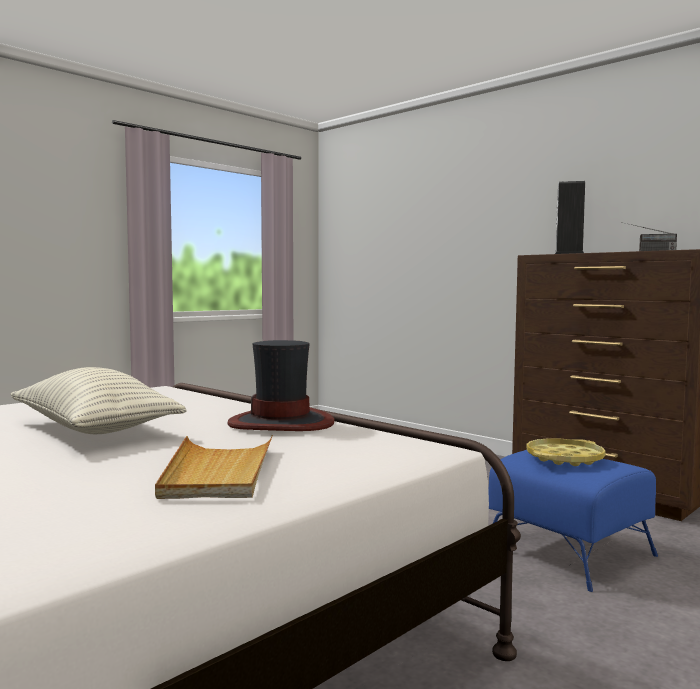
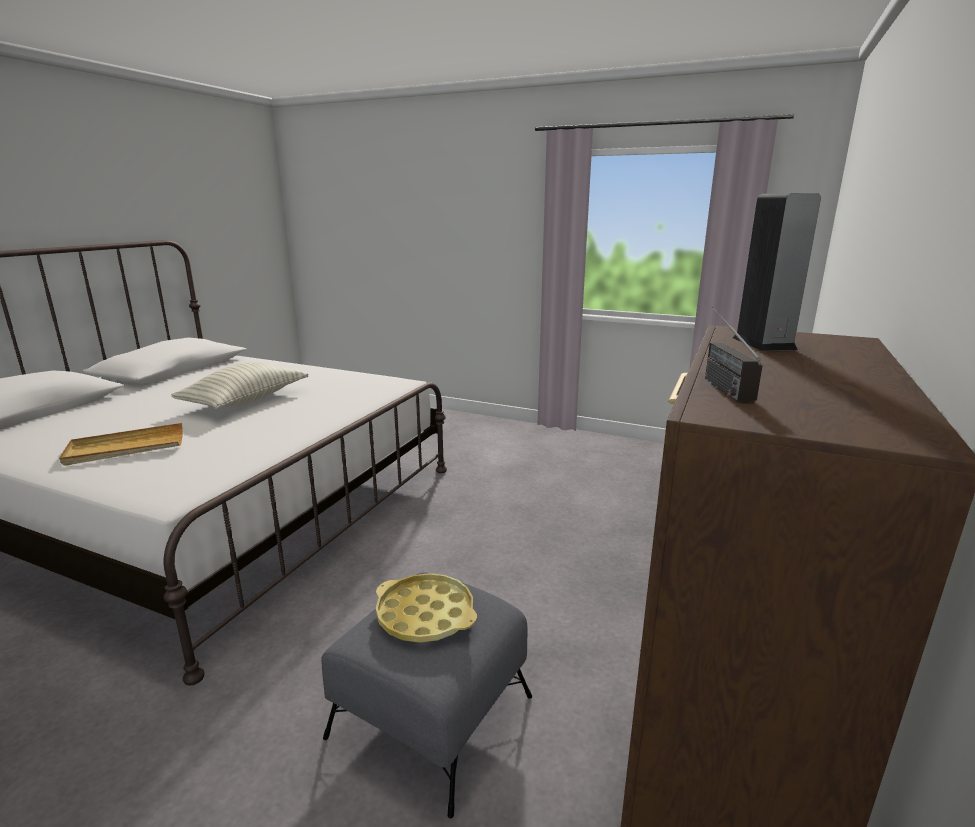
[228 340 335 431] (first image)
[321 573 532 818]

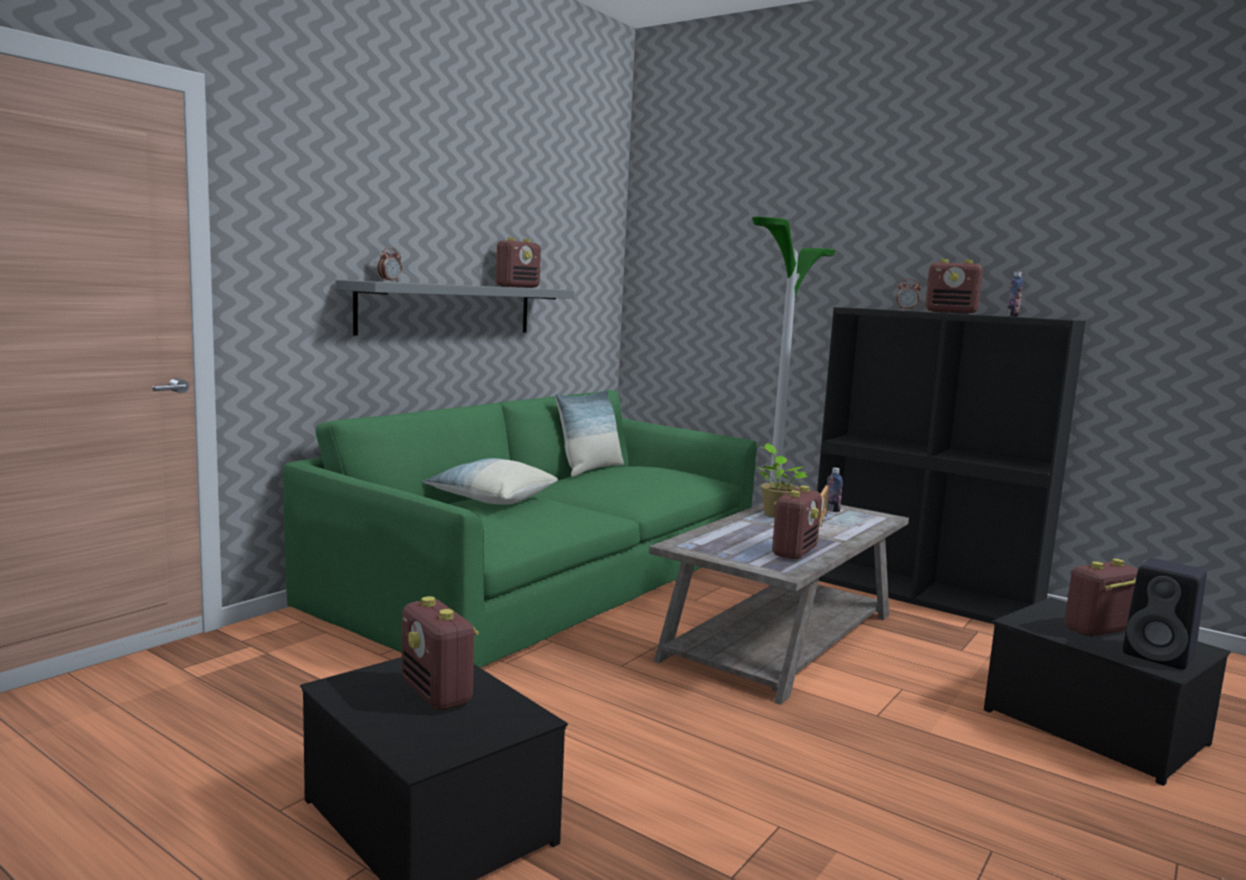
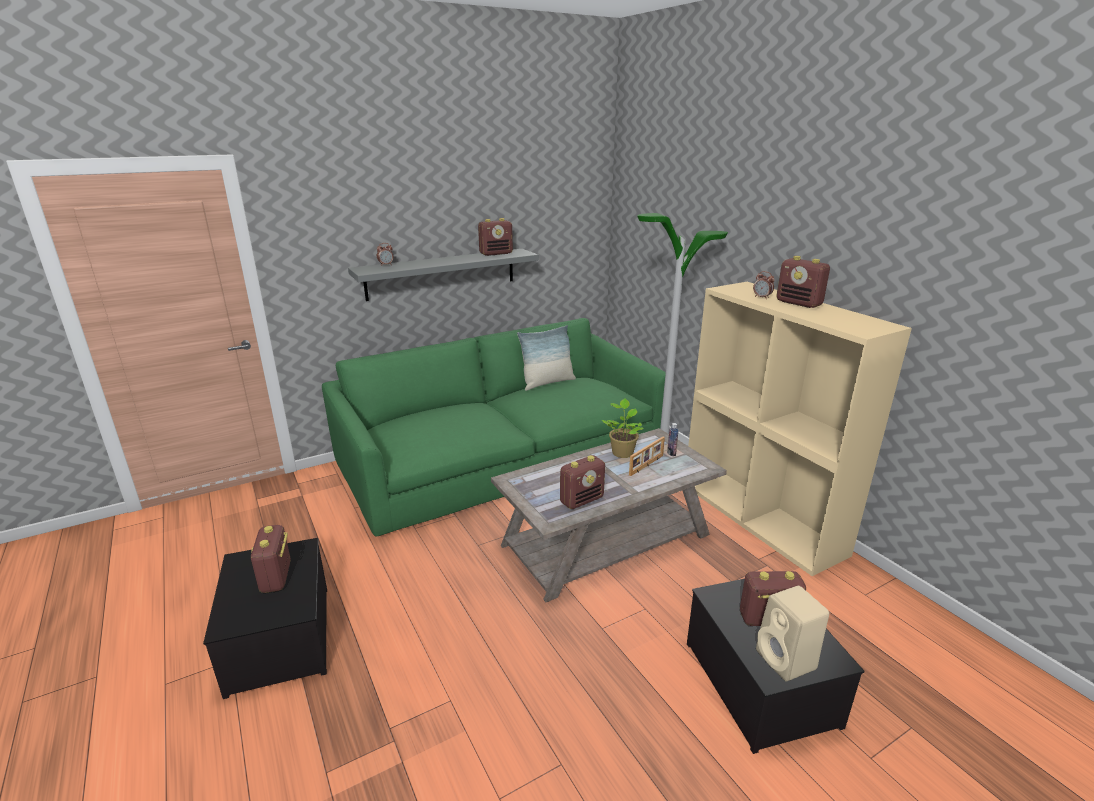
[423 458 558 505] (first image)
[688 282 912 576]
[1006 272 1023 317] (first image)
[756 586 829 681]

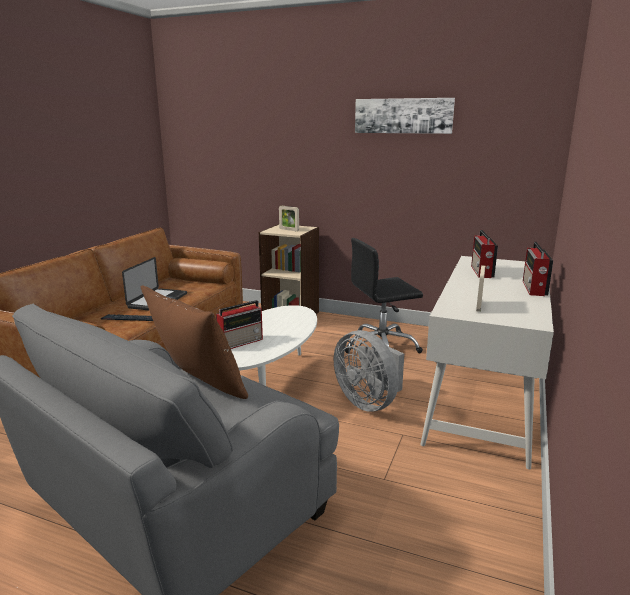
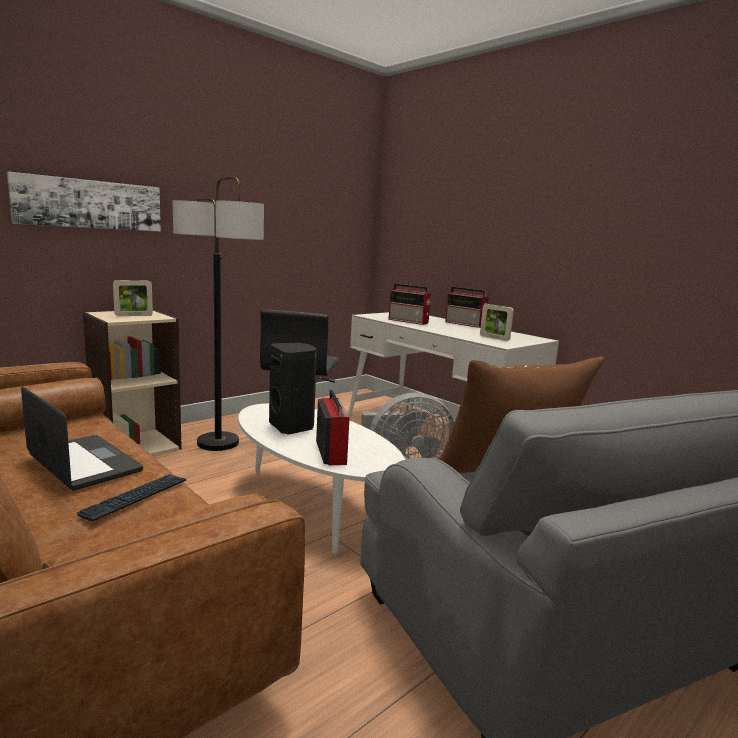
[7 172 161 232]
[172 177 264 451]
[269 343 317 435]

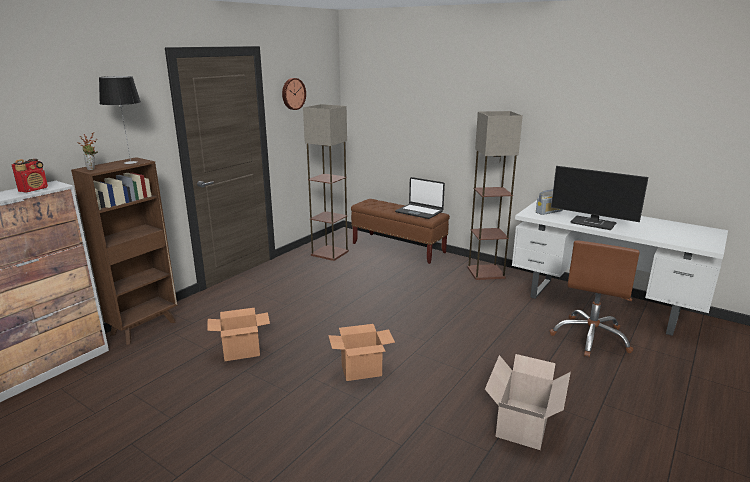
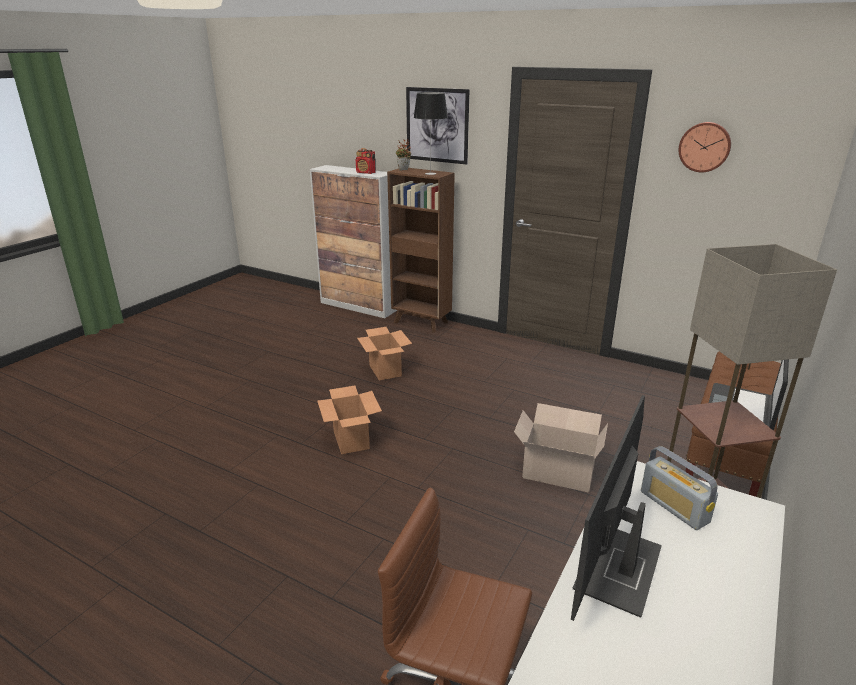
[303 104 349 261] (first image)
[514 403 608 492]
[406 87 469 164]

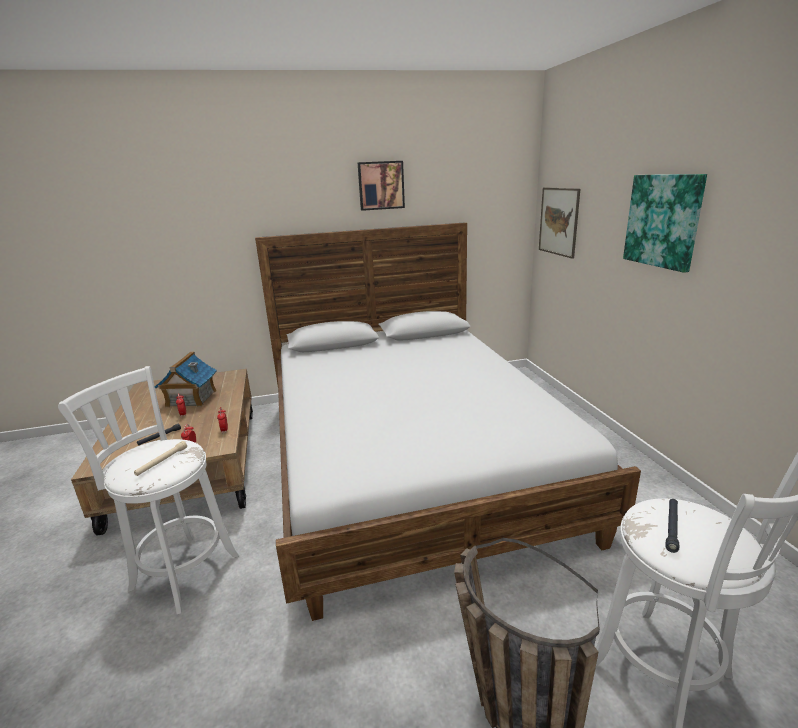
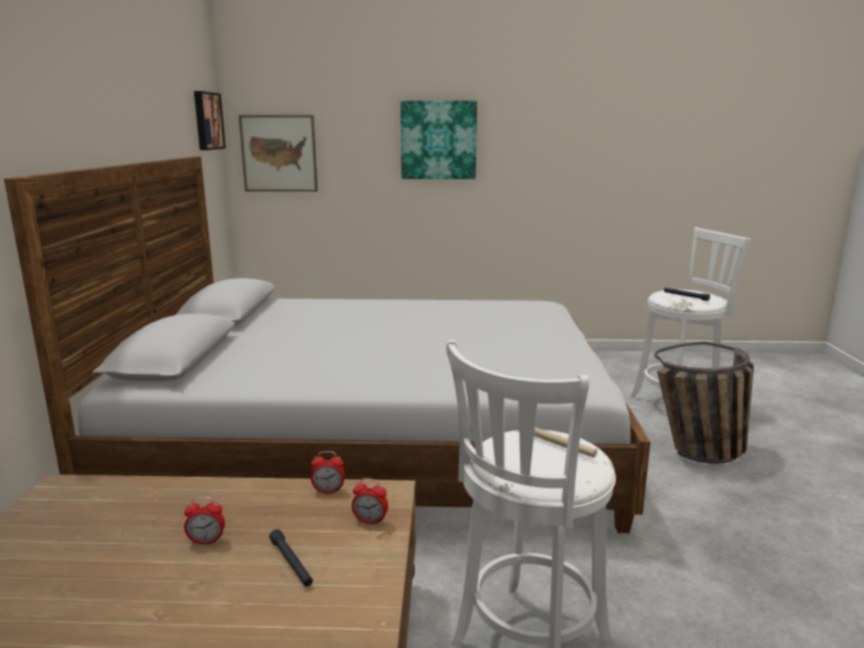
[155 352 217 407] (first image)
[194 91 226 150]

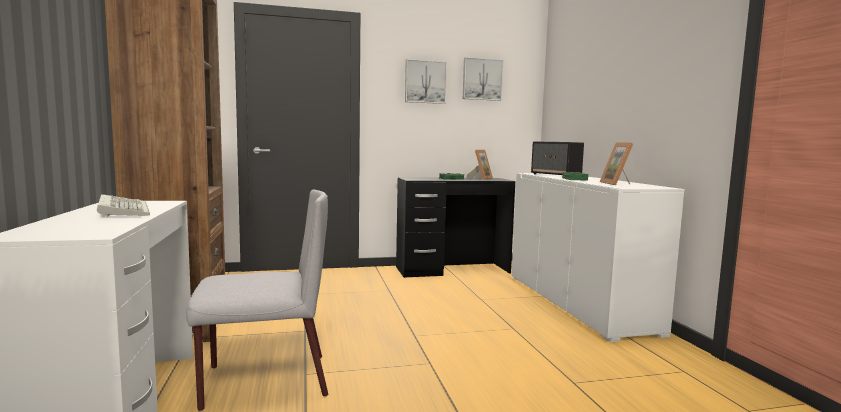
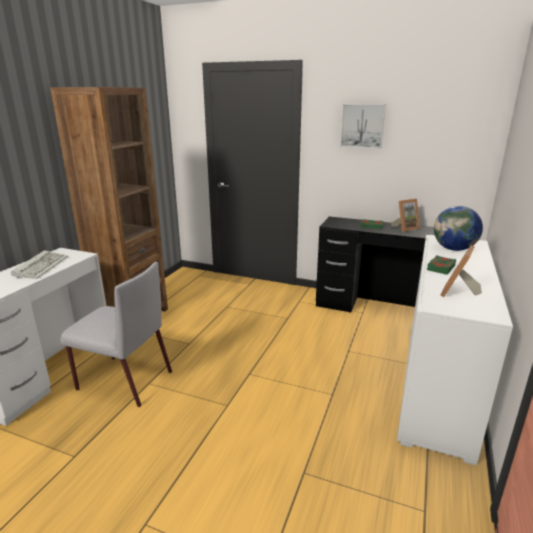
[463 57 504 101] (first image)
[434 206 483 251]

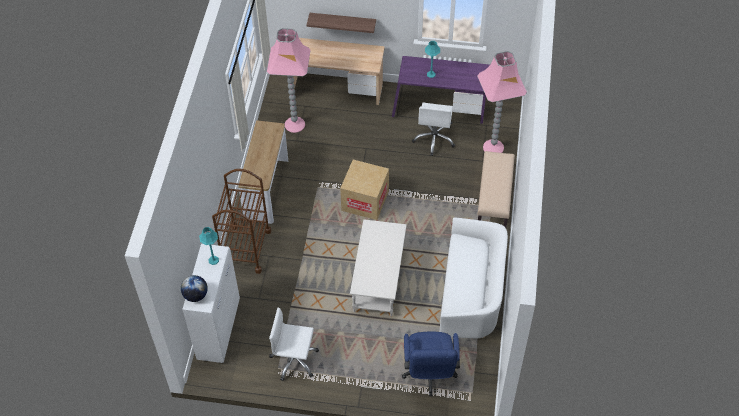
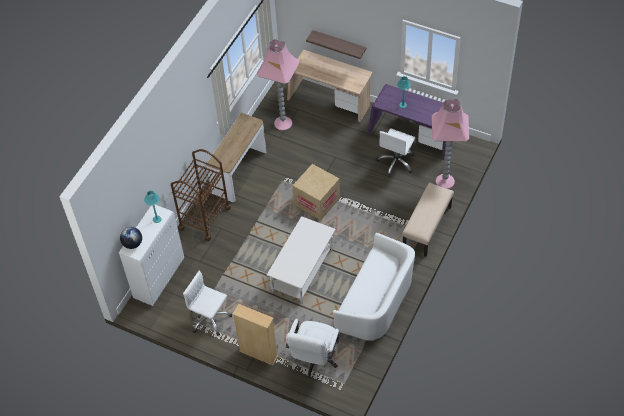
[286 319 339 377]
[233 304 278 366]

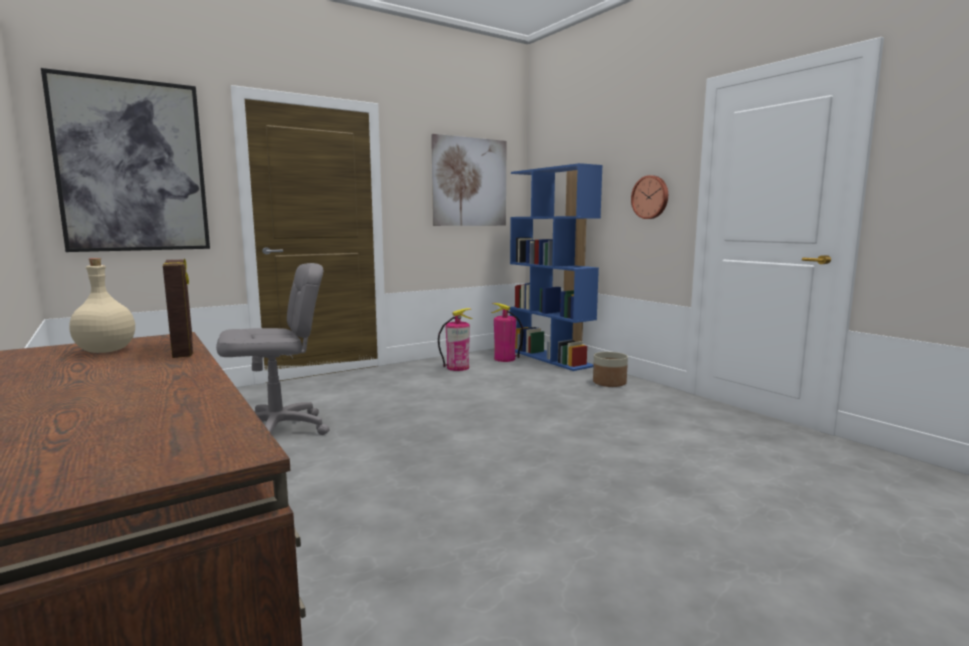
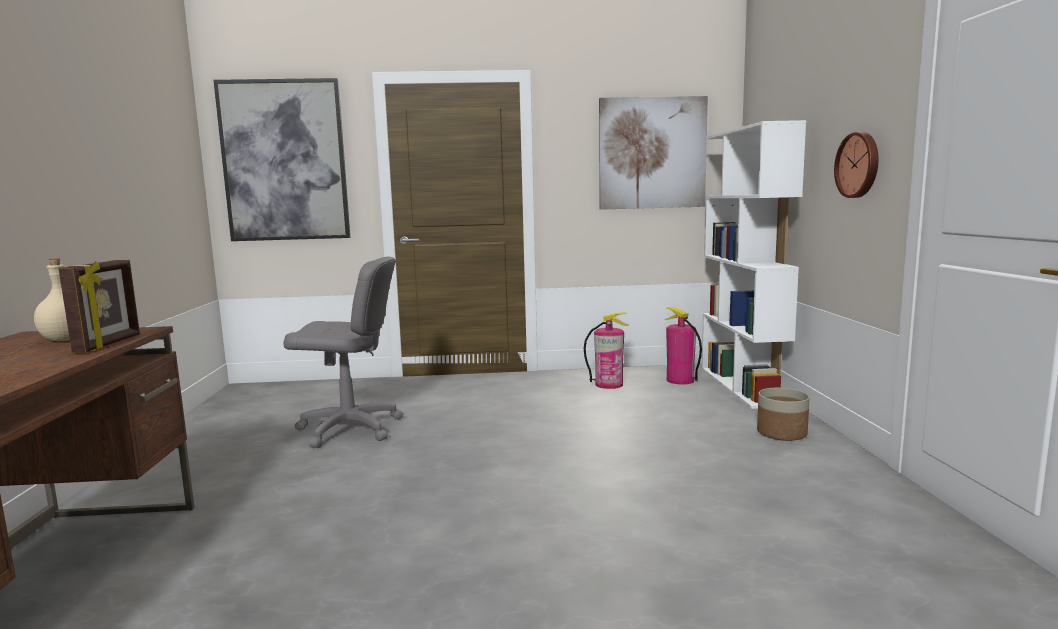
[702 120 806 409]

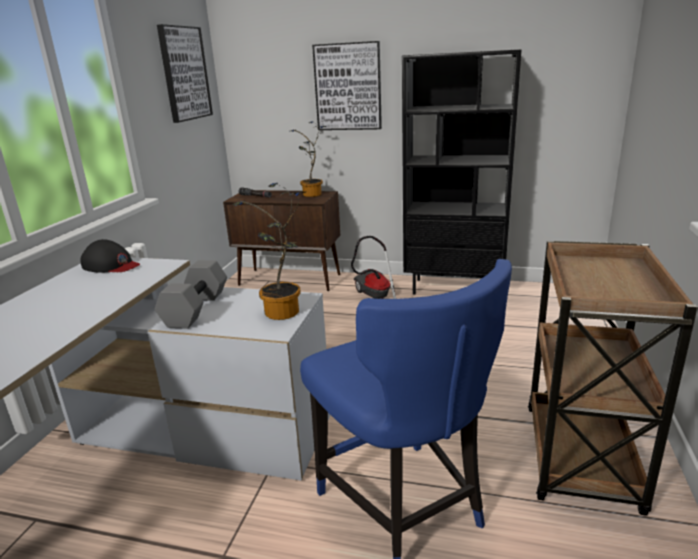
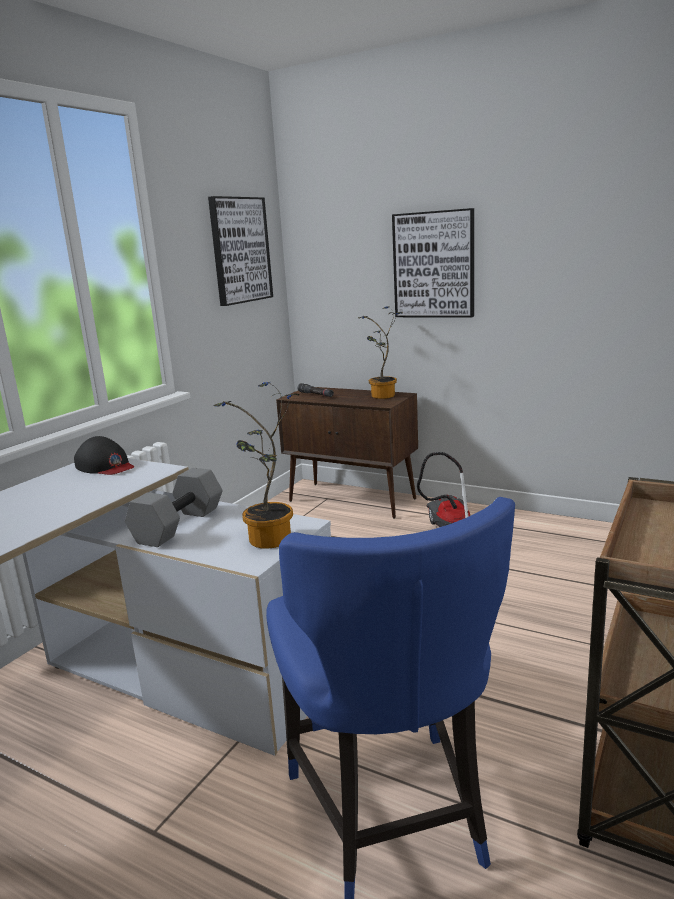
[402 49 522 294] (first image)

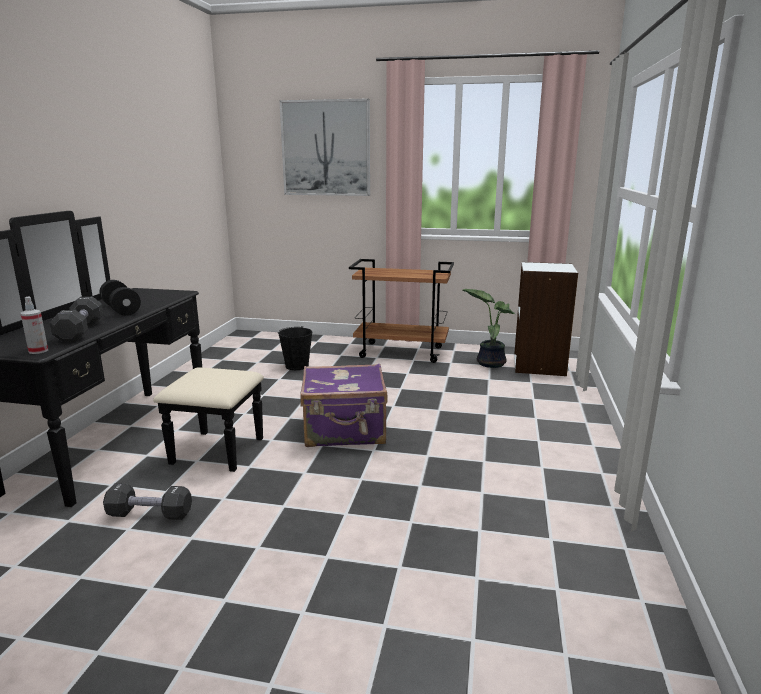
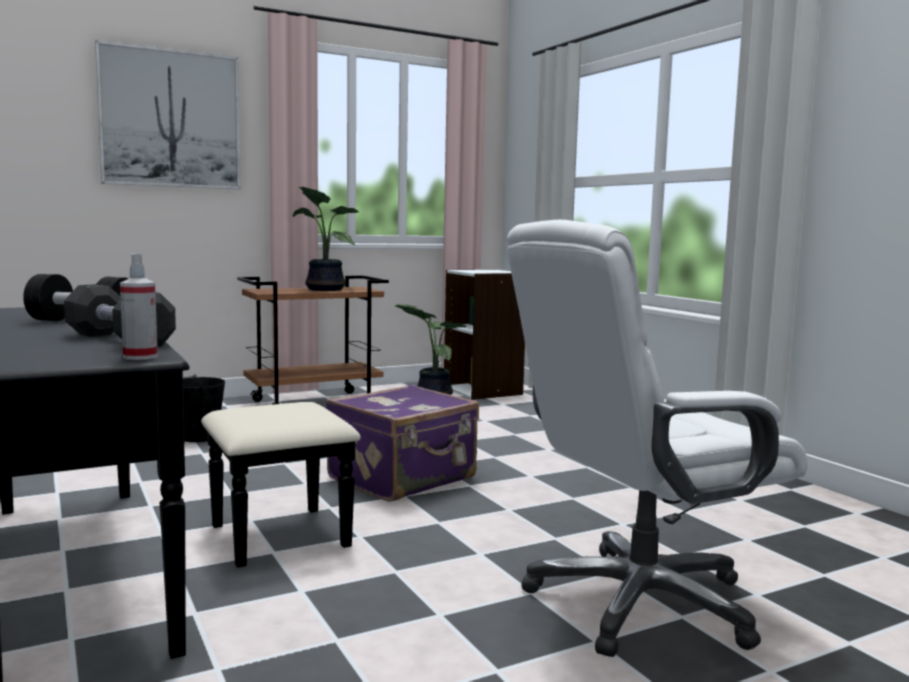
[103 483 192 520] (first image)
[293 186 358 291]
[507 220 808 657]

